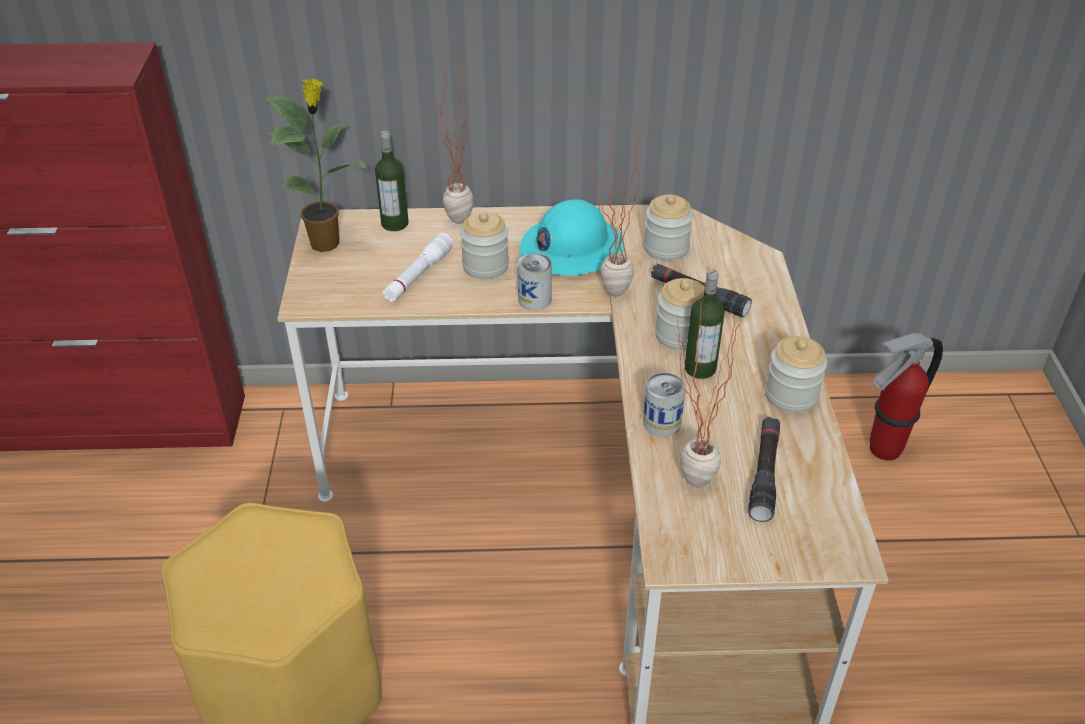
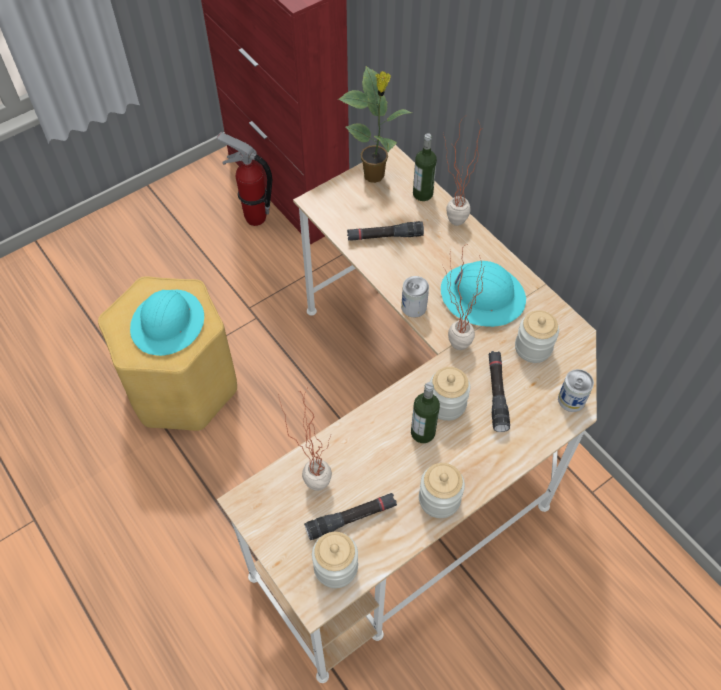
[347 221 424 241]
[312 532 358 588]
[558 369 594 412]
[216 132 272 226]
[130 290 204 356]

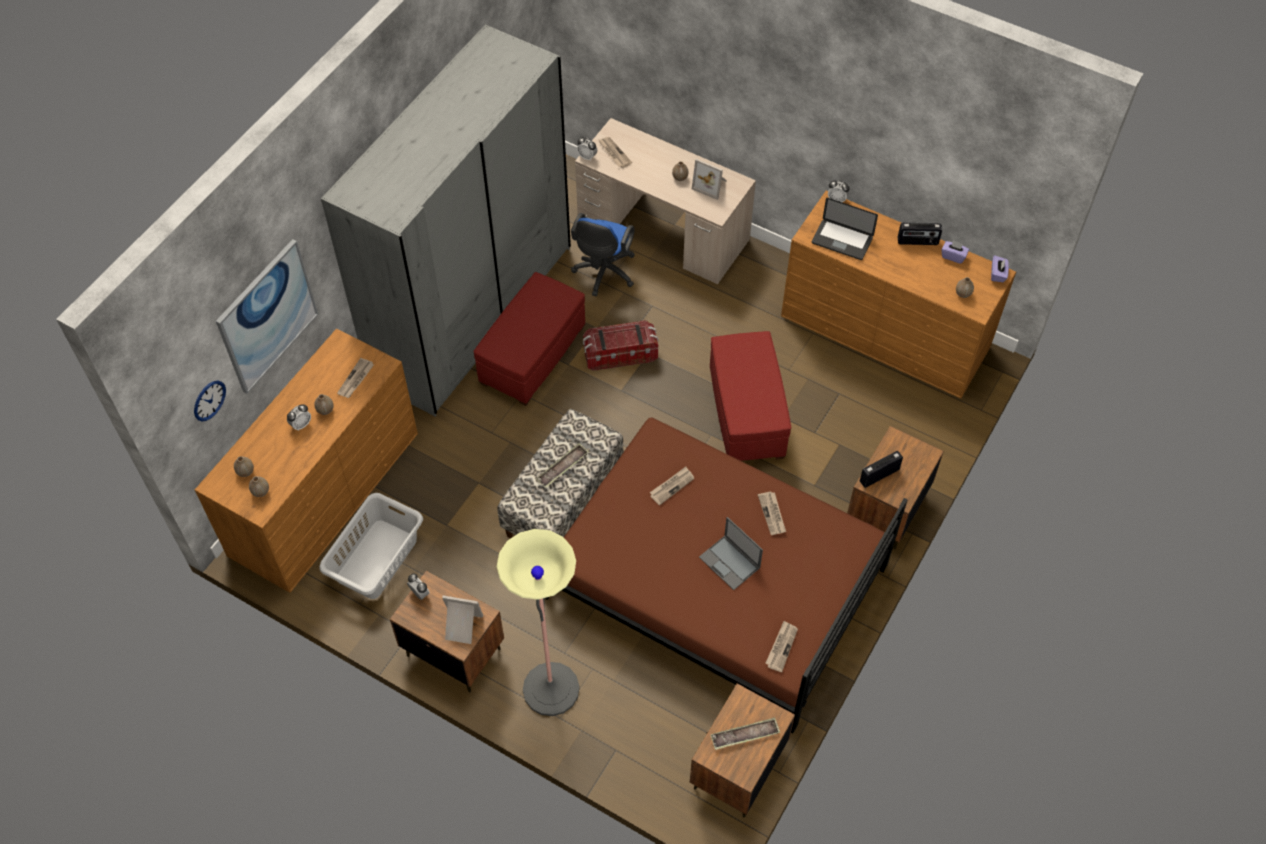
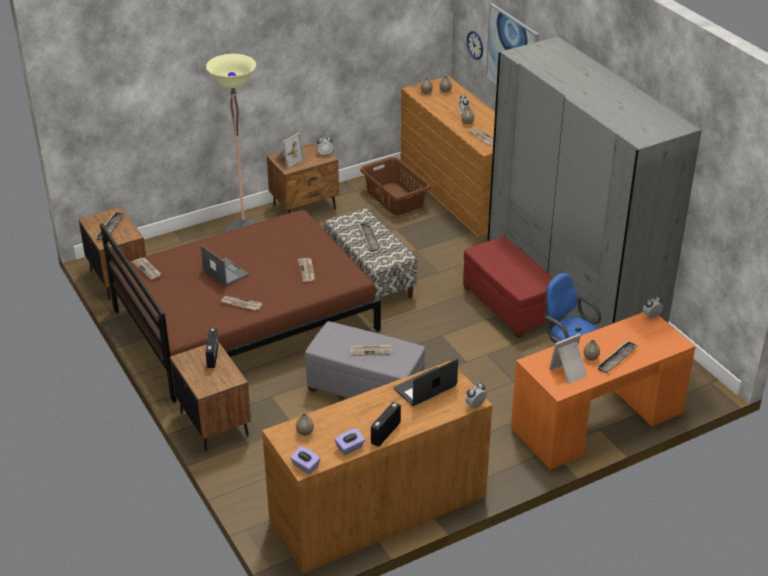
[360 157 431 215]
[511 312 696 470]
[583 320 658 371] (first image)
[350 344 392 356]
[201 245 249 286]
[305 321 425 398]
[597 340 638 373]

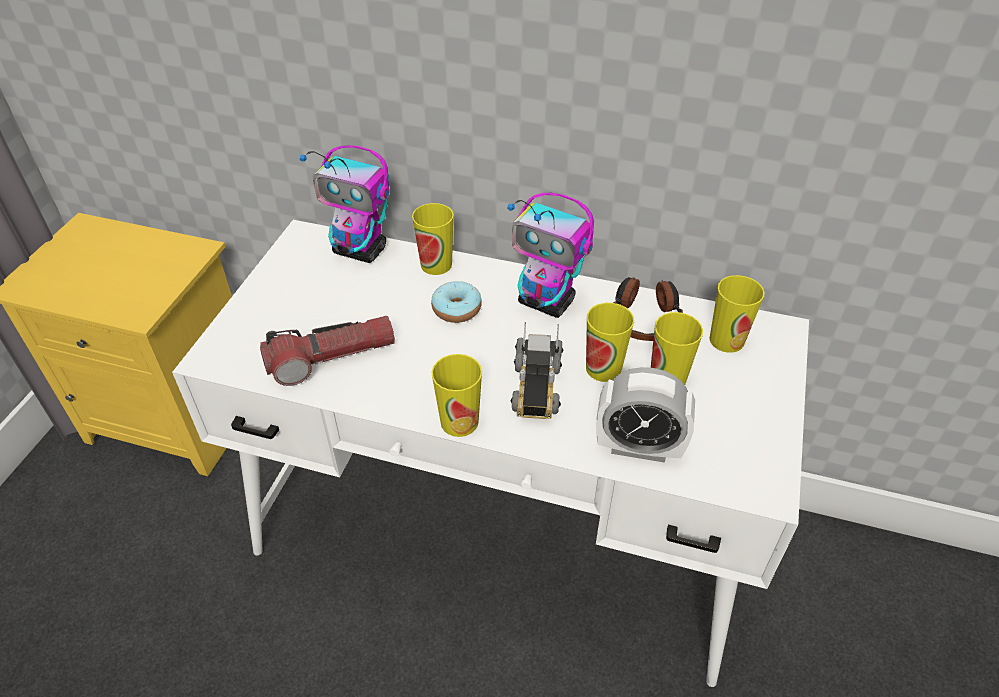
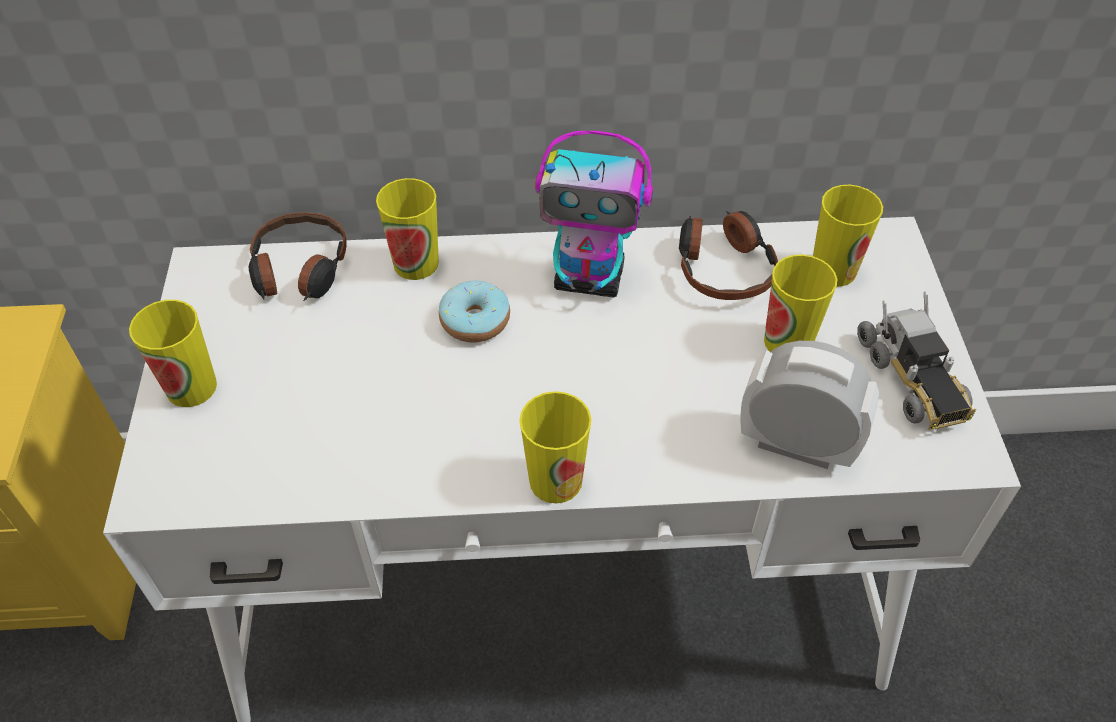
[260 316 395 386] (first image)
[249 213 346 301]
[857 291 976 430]
[129 300 217 407]
[740 341 879 469]

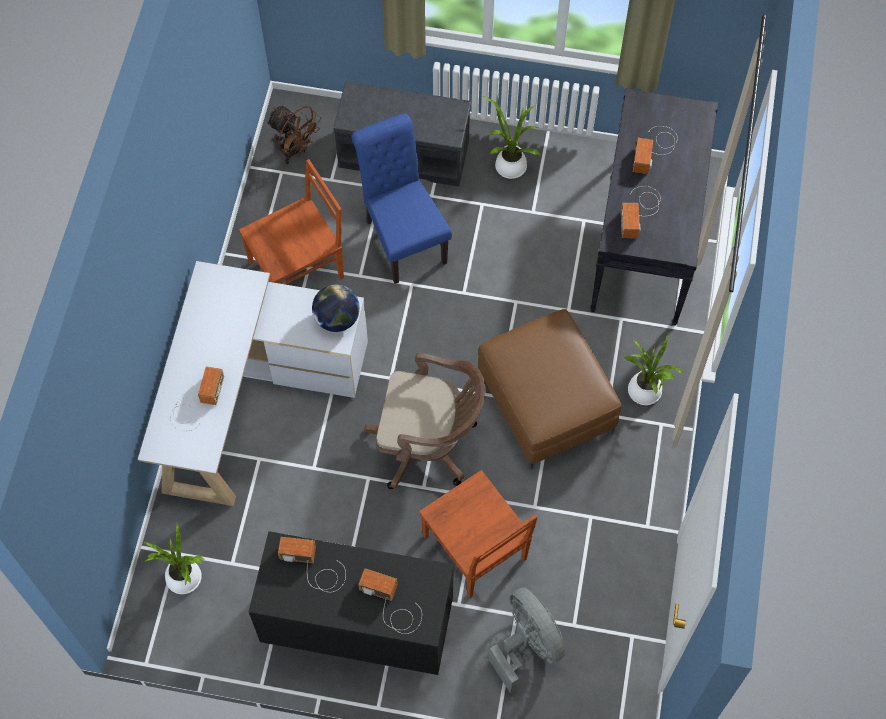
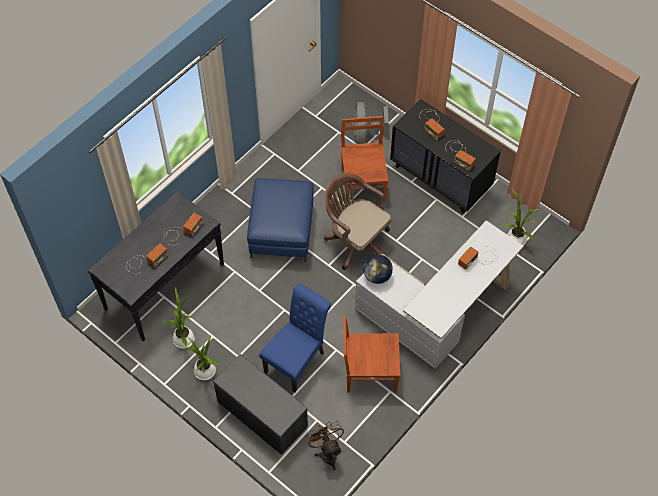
[259 284 331 393]
[247 178 314 262]
[163 288 195 348]

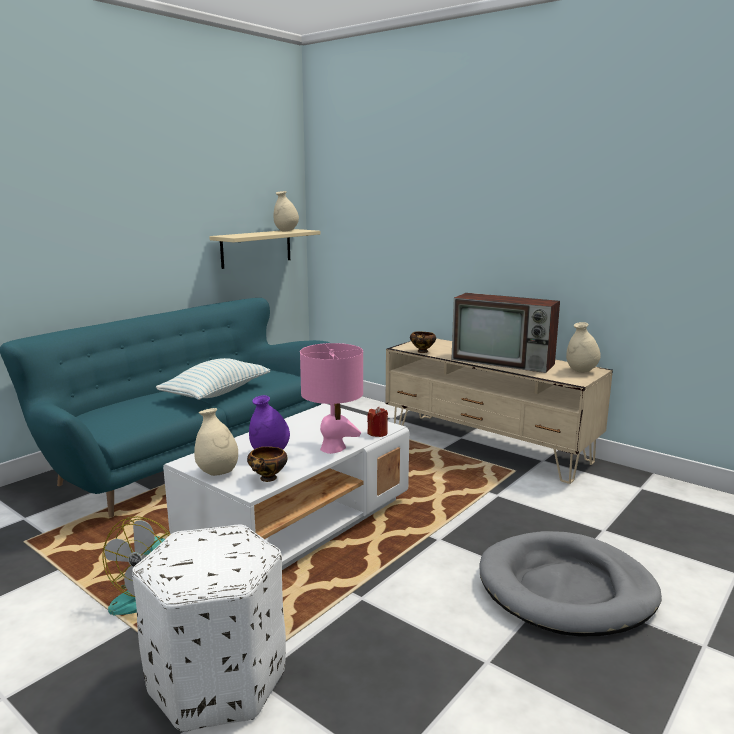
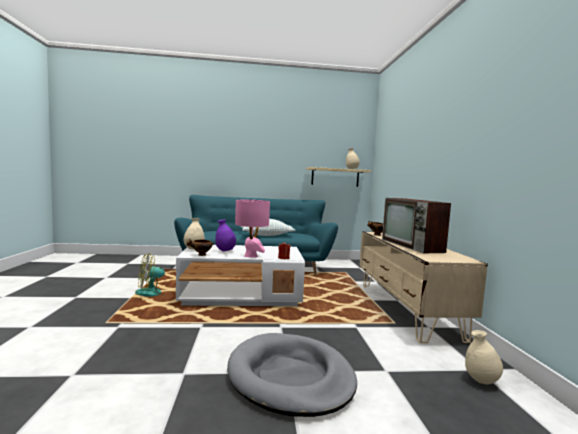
[132 525 286 732] (first image)
[465 330 503 384]

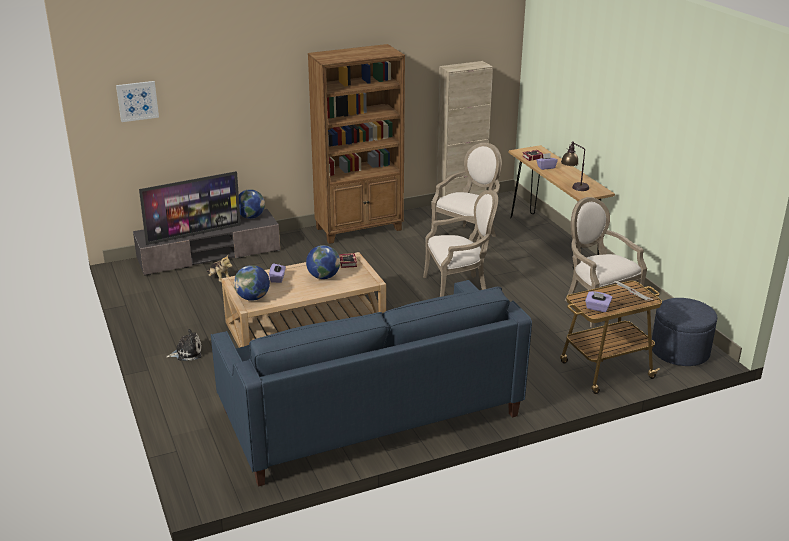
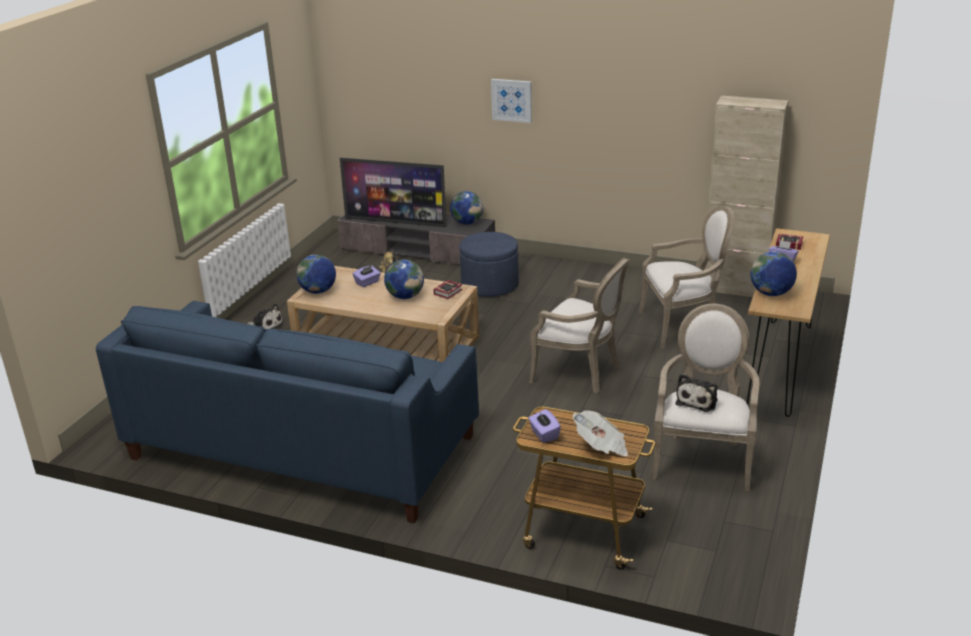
[491 79 532 123]
[308 44 405 244] (first image)
[750 252 797 296]
[460 232 519 297]
[676 374 718 412]

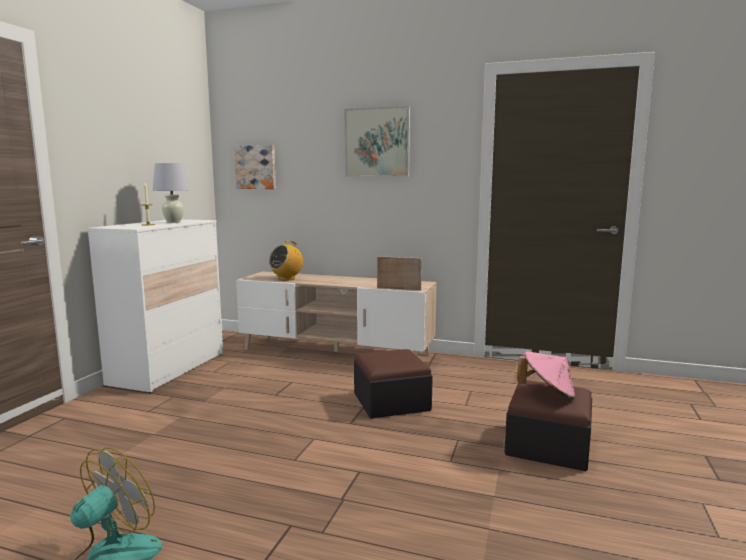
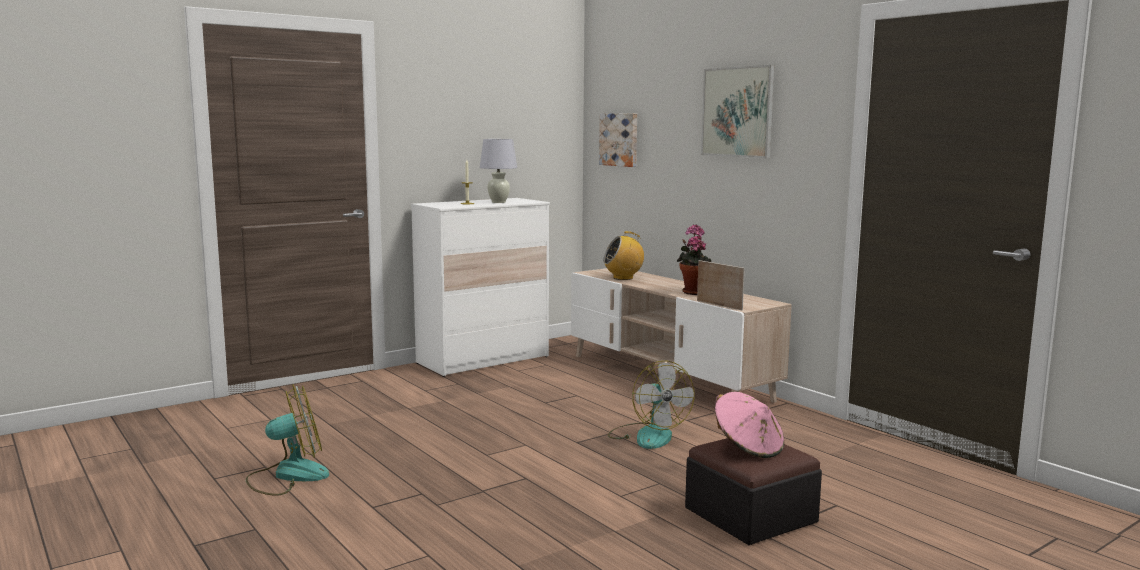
[608 361 695 449]
[677 225 711 295]

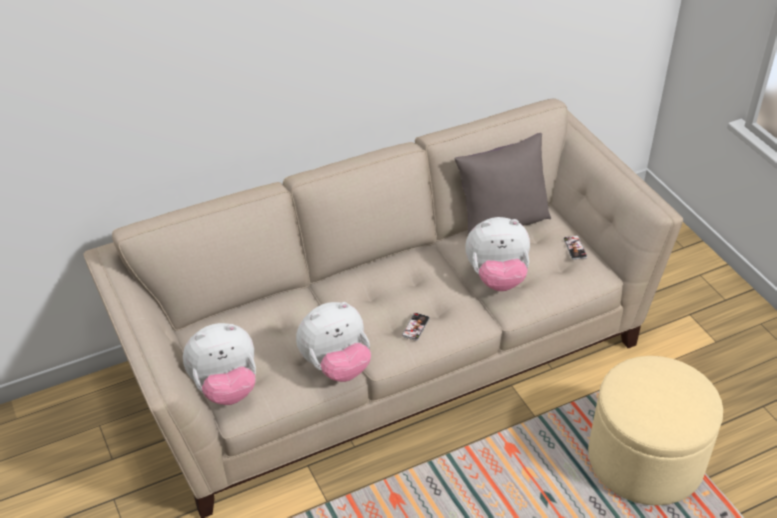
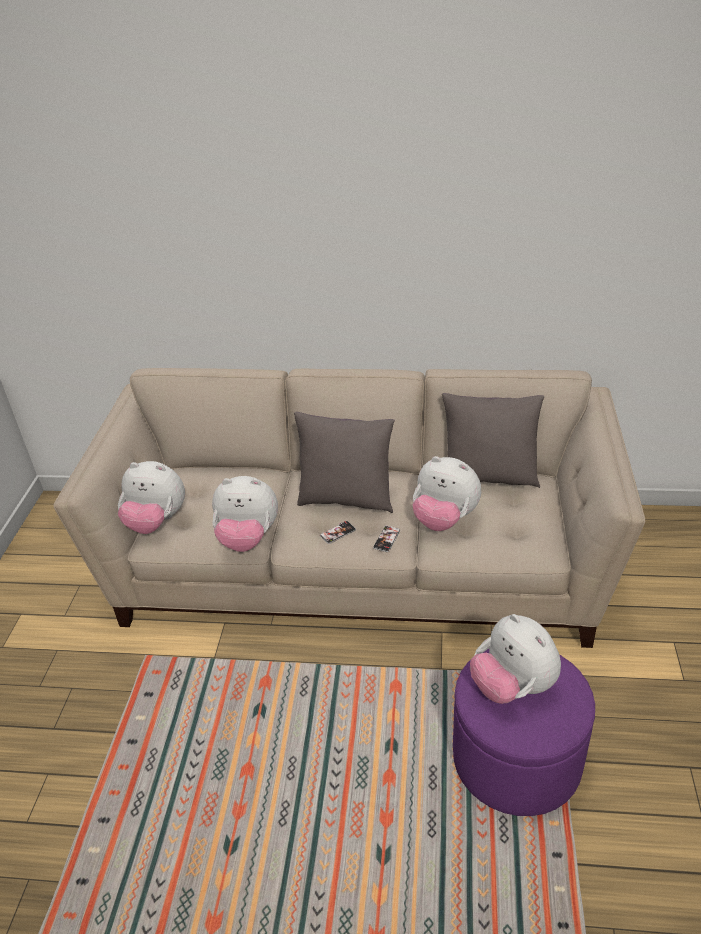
[373 525 400 552]
[453 649 595 816]
[294 412 395 513]
[470 614 561 704]

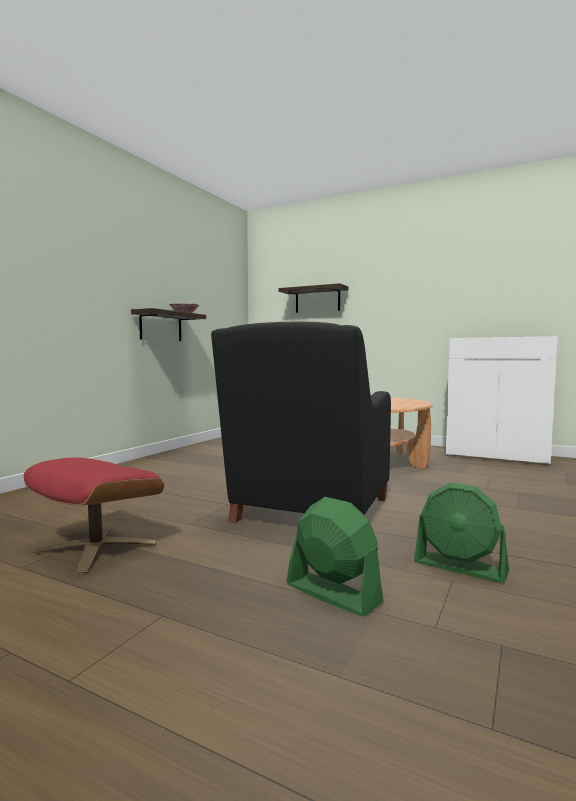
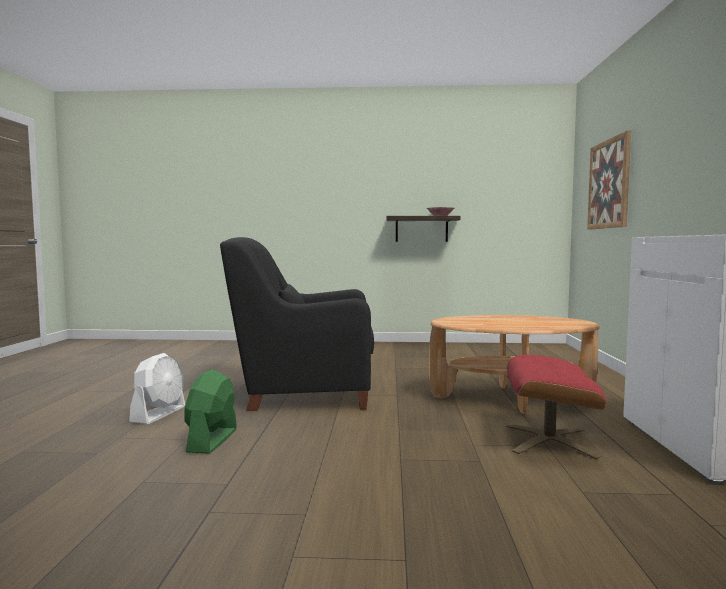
[505 355 606 460]
[587 130 631 230]
[129 353 185 424]

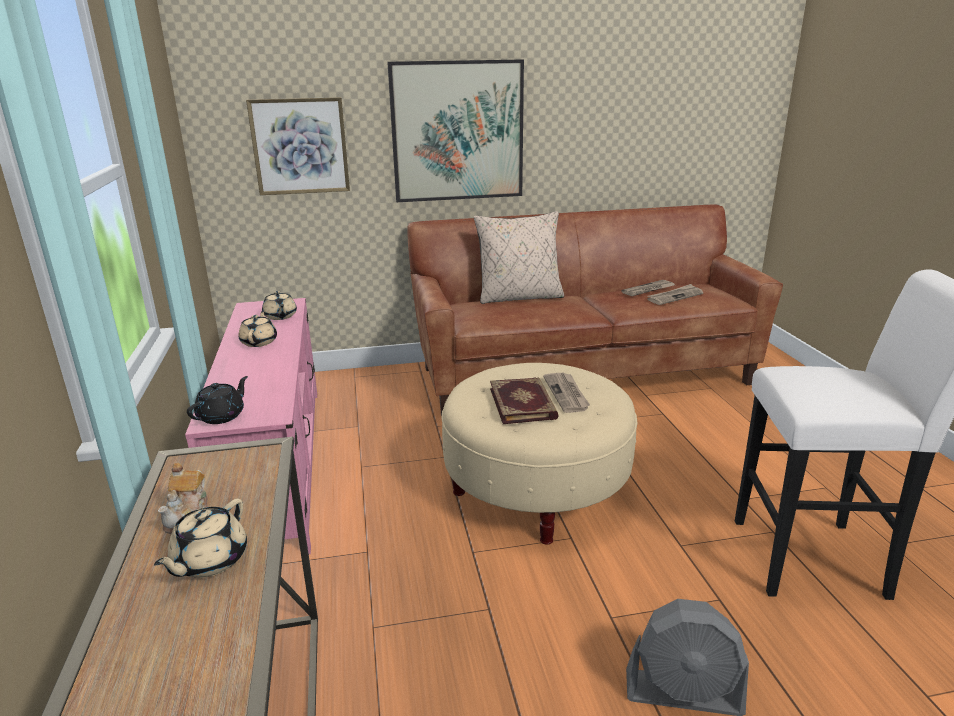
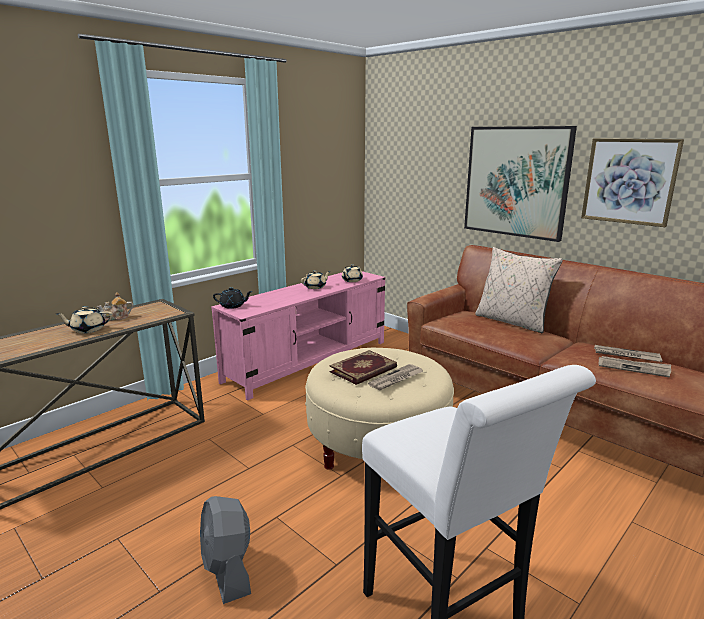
[581 138 684 227]

